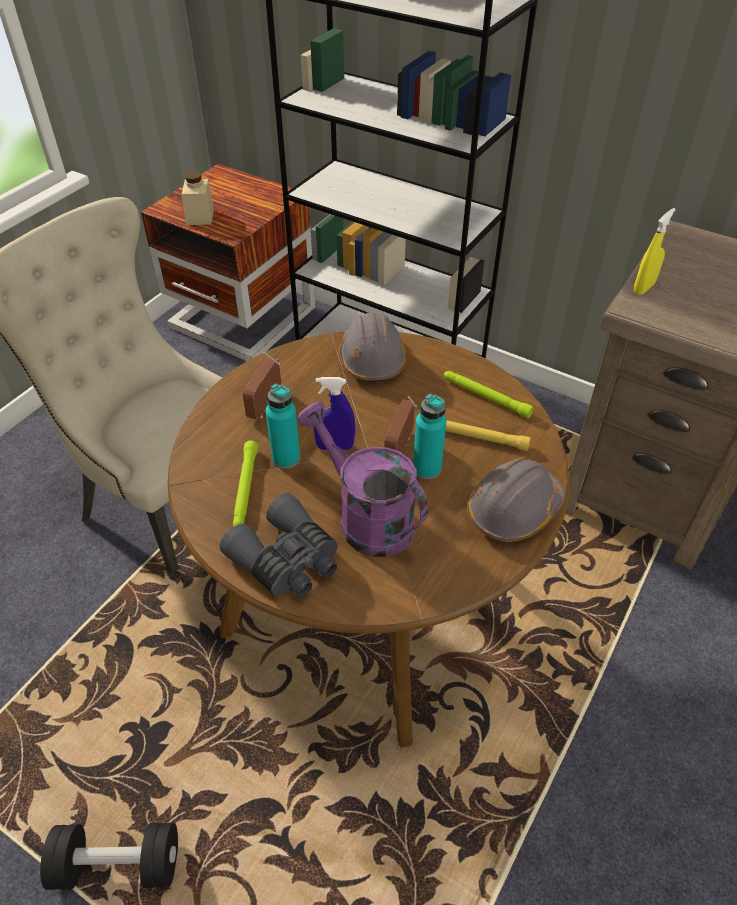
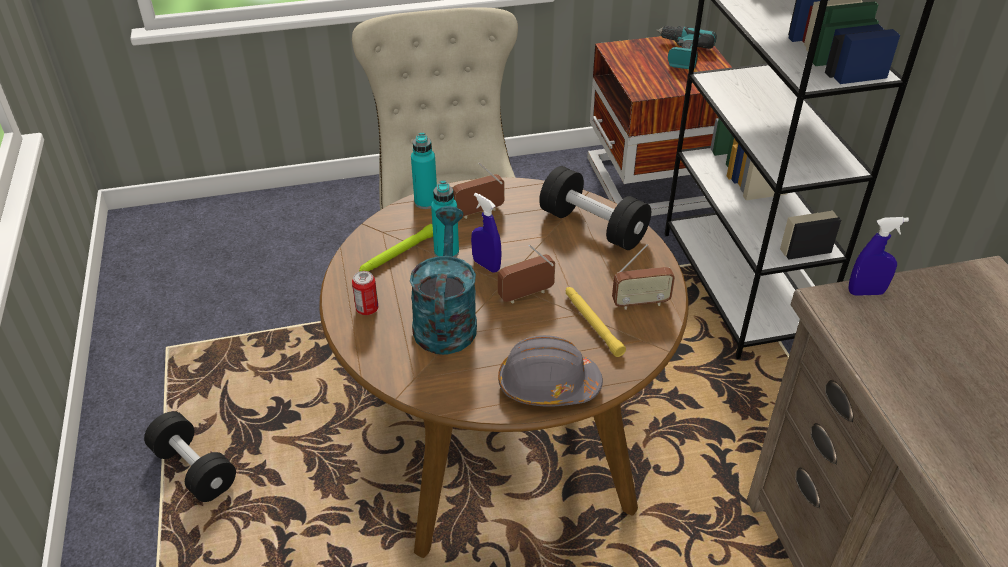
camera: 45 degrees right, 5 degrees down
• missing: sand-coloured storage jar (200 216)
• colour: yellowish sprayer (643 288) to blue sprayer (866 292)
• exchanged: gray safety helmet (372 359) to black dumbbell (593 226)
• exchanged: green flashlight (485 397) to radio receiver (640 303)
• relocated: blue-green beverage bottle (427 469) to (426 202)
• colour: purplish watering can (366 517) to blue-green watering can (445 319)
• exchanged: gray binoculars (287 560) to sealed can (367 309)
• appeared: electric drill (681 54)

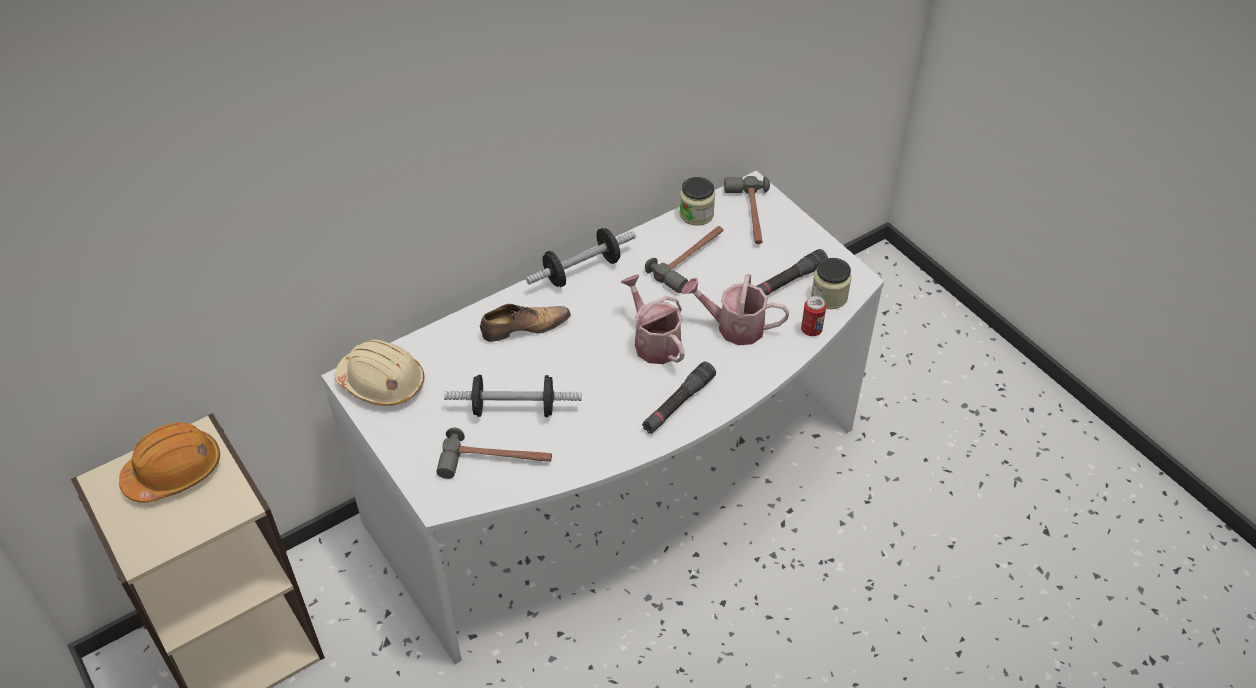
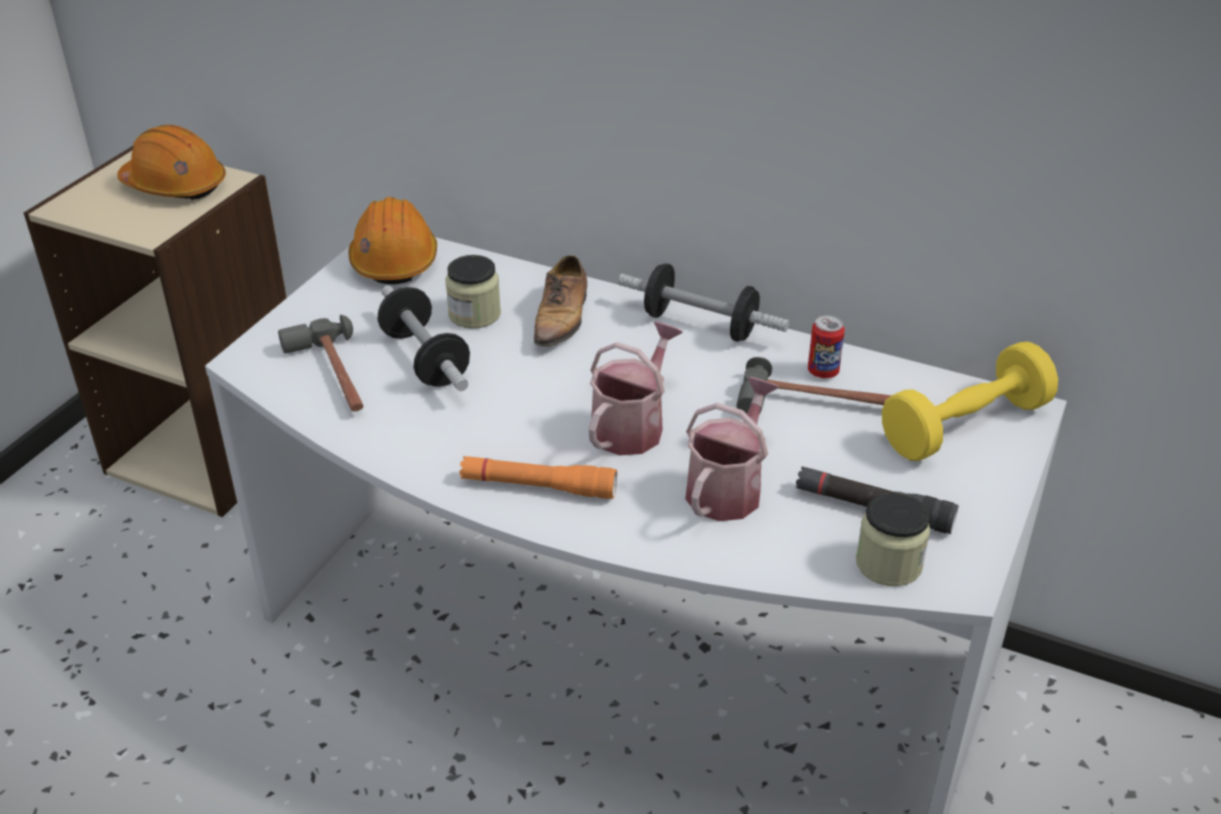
camera: 60 degrees right, 10 degrees down
• exchanged: hammer (750 216) to yellowish dumbbell (964 426)
• relocated: storage jar (696 214) to (474 314)
• spun: watering can (733 327) = (728 487) 45 degrees clockwise
• relocated: sealed can (811 330) to (823 372)
• spun: low shoe (523 328) = (561 318) 60 degrees clockwise
• colour: sand-coloured safety helmet (382 383) to orange safety helmet (394 260)
• colour: black flashlight (678 404) to orange flashlight (538 487)

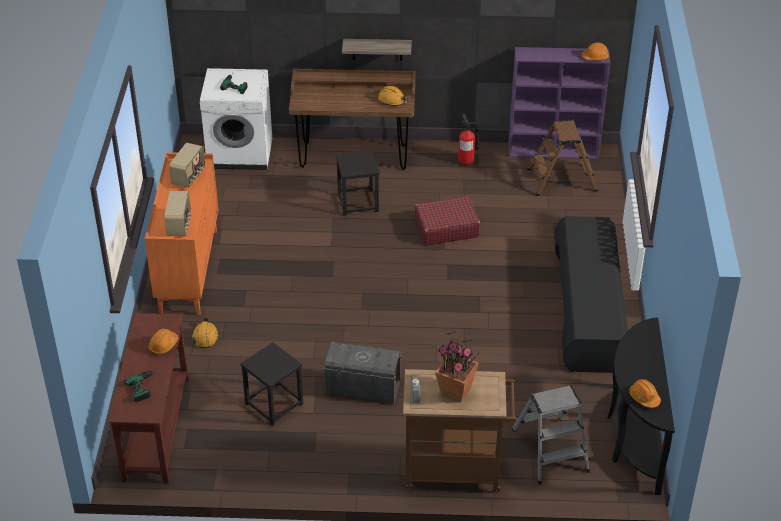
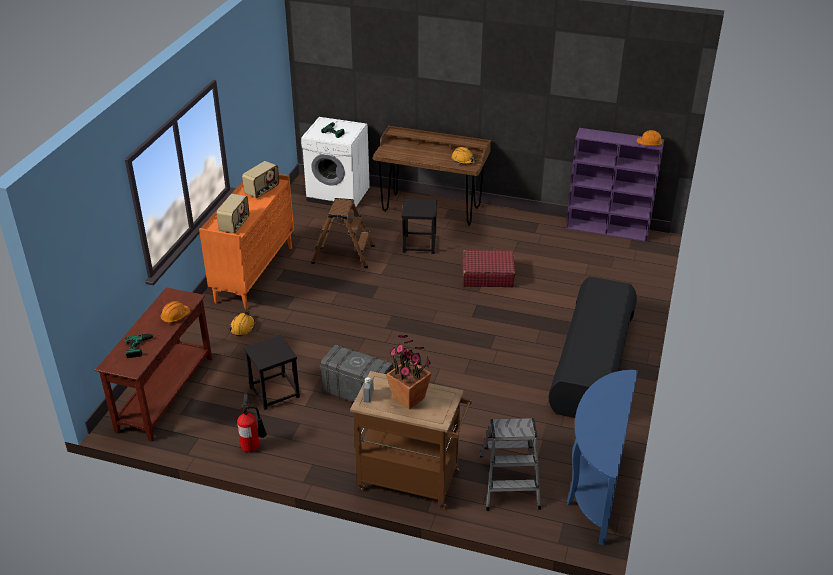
camera: 15 degrees right, 5 degrees down
• missing: bracket shelf (377 49)
• relocated: fire-fighting cylinder (468 160) to (253 446)
• relocated: brownish step stool (562 180) to (343 254)
• colour: black console table (633 438) to blue console table (595 486)
• missing: orange safety helmet (644 397)

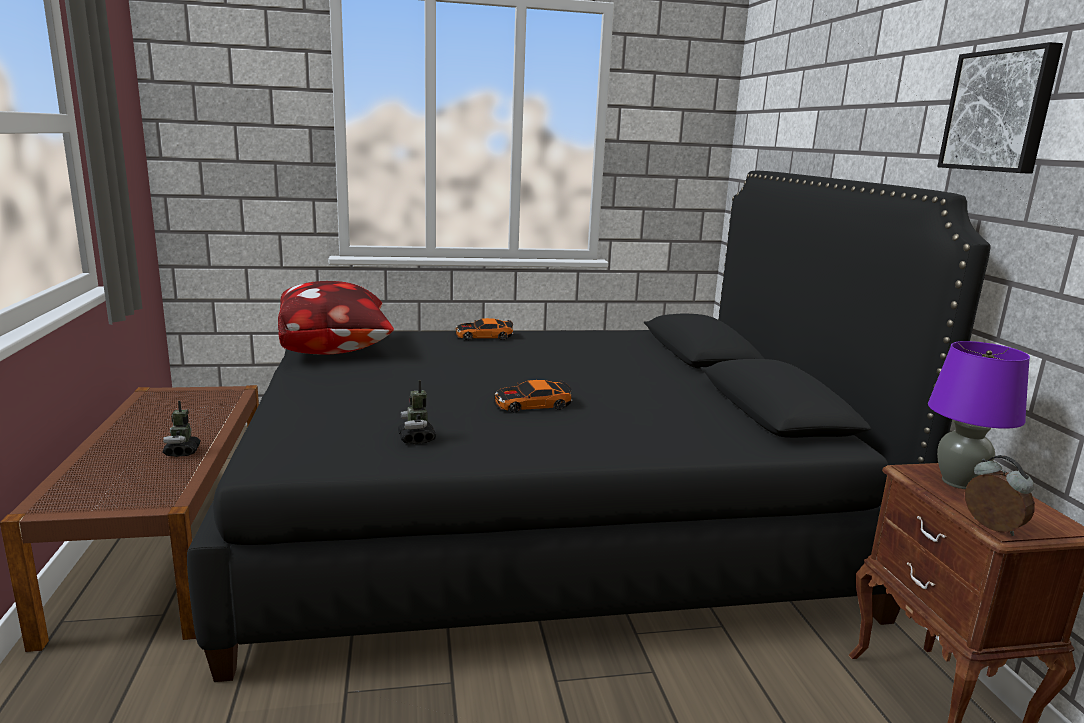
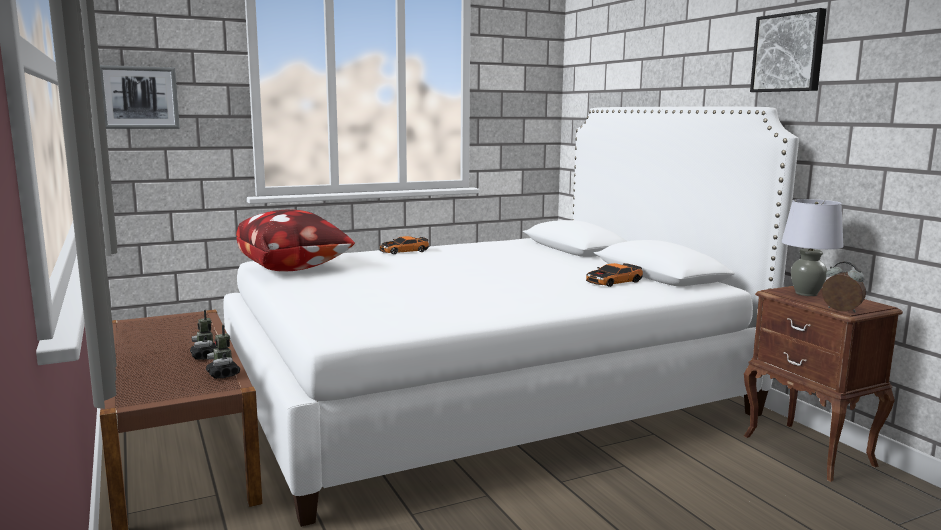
camera: 15 degrees left, 5 degrees down
• colour: black bedroom bed (543 524) to white-coloured bedroom bed (484 394)
• colour: purplish tabletop lamp (958 482) to gray tabletop lamp (806 293)
• relocated: toy robot (417 439) to (223 374)
• relocated: toy car (532 404) to (614 281)
• appeared: wall picture (139 97)

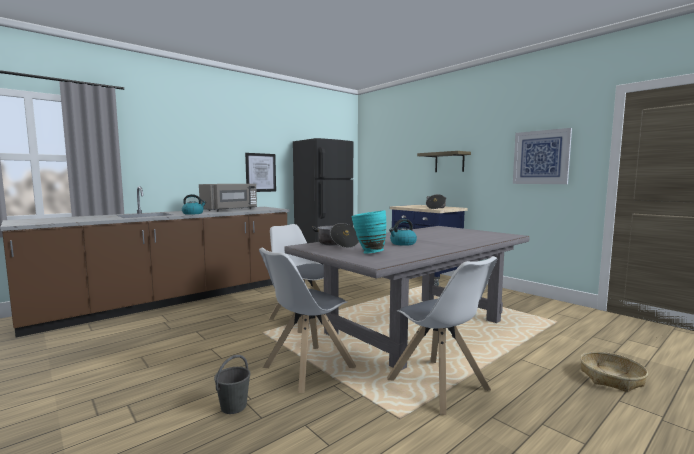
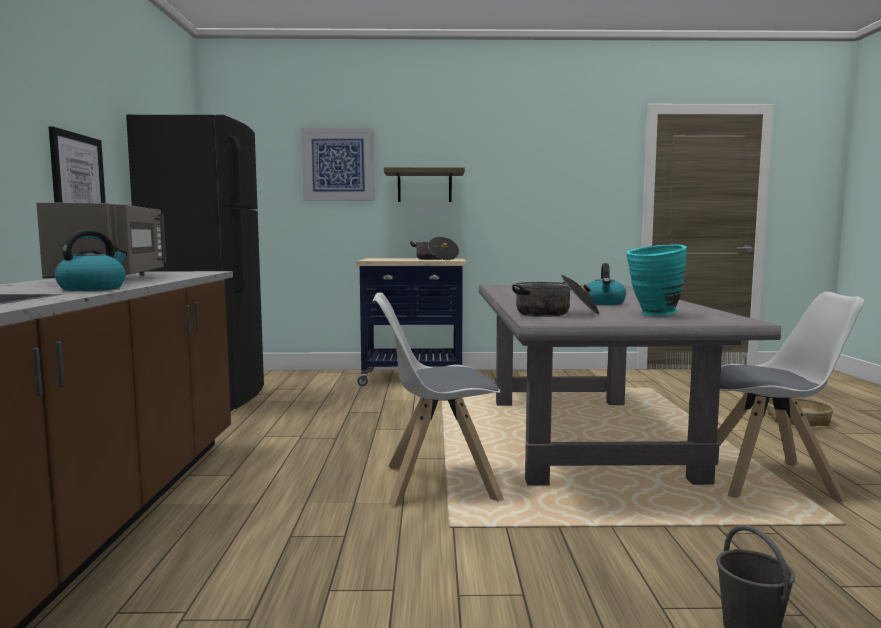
camera: 50 degrees left, 0 degrees up
• relocated: wall picture (541 157) to (338 165)
• missing: upright chair (306 368)

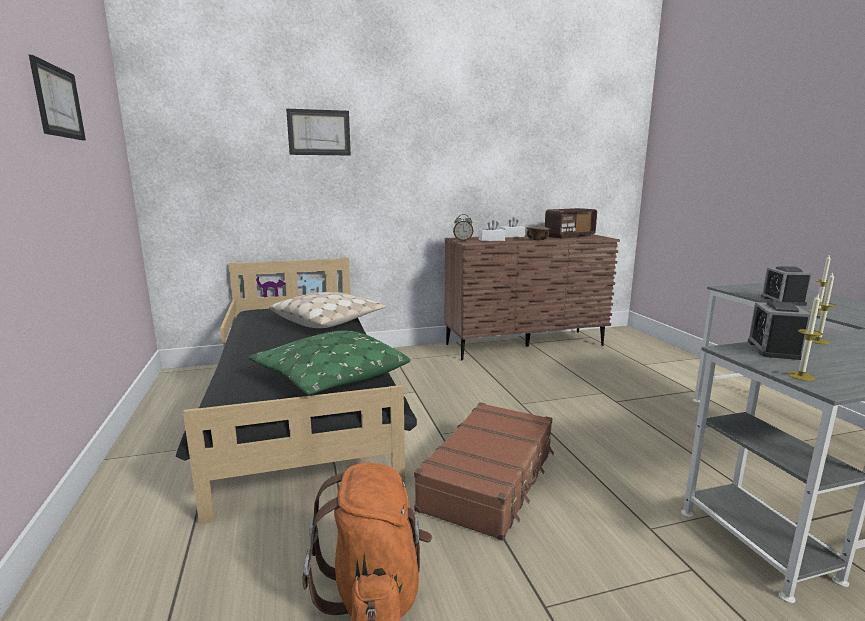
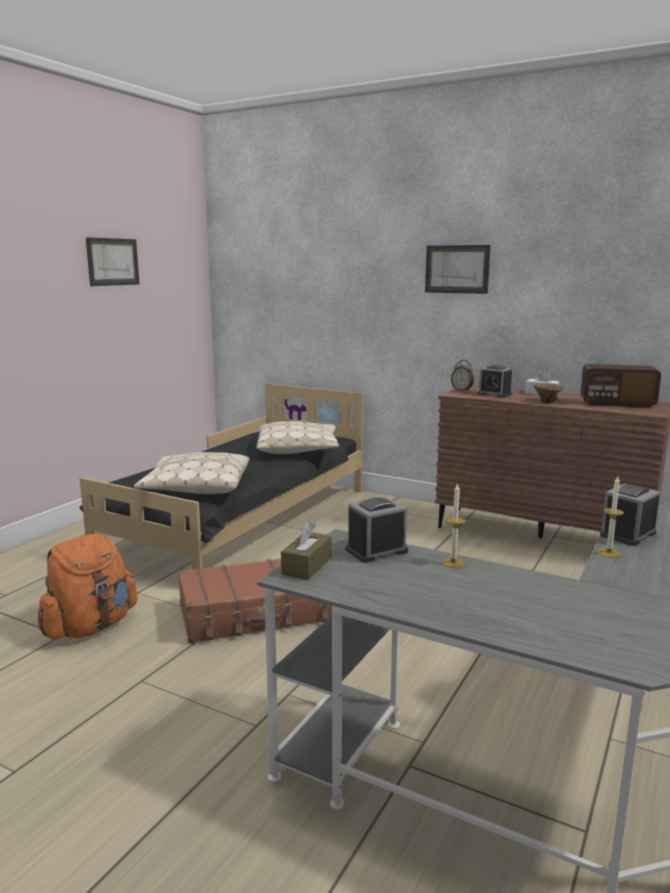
camera: 45 degrees right, 0 degrees up
• relocated: wall picture (319 132) to (457 269)
• exchanged: white-coloured box of tissues (491 240) to table clock (494 394)
• exchanged: wax light (800 376) to brownish box of tissues (307 566)
• colour: green throw pillow (329 377) to sand-coloured throw pillow (196 487)

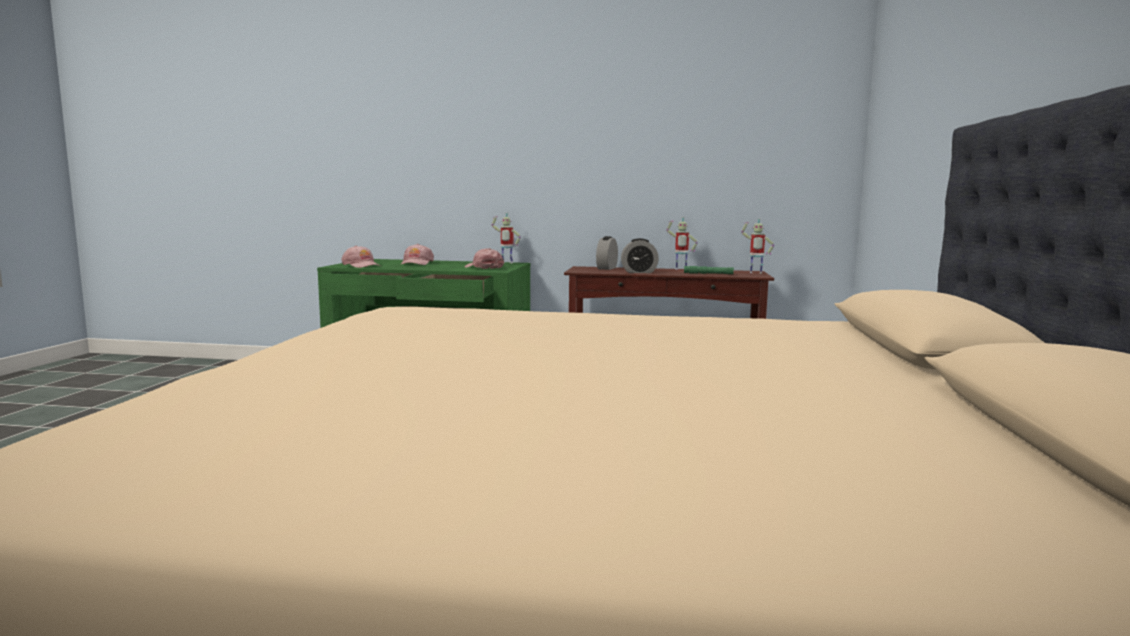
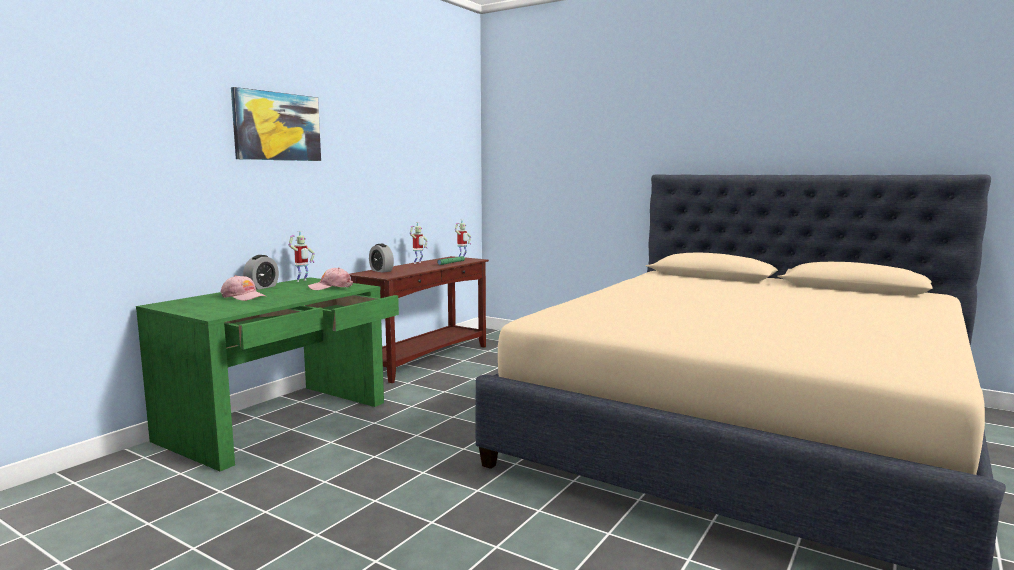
camera: 65 degrees left, 0 degrees up
• relocated: table clock (639 272) to (262 287)
• missing: pinkish peaked cap (361 266)
• appeared: wall picture (277 126)

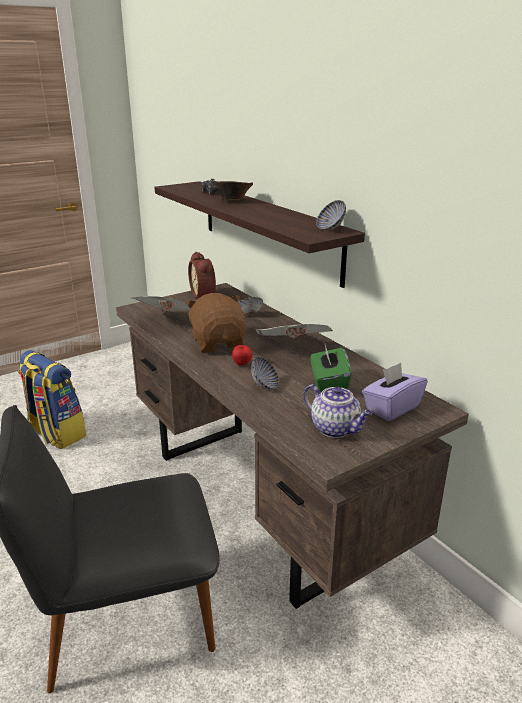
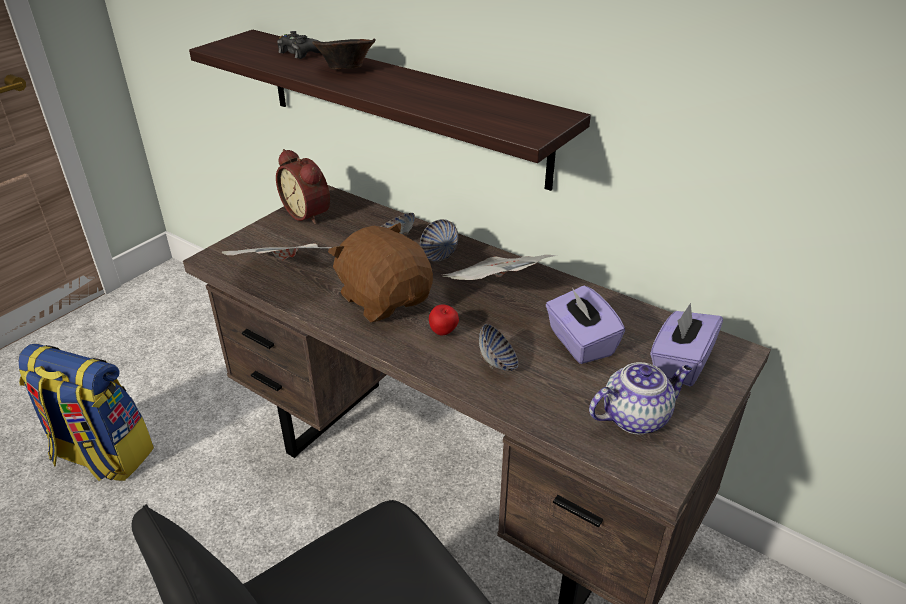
camera: 20 degrees left, 10 degrees up
• relocated: bowl (330 228) to (439 254)
• colour: green box of tissues (328 385) to purplish box of tissues (580 343)
• spun: pot for tea (336 429) = (636 417) 45 degrees counterclockwise

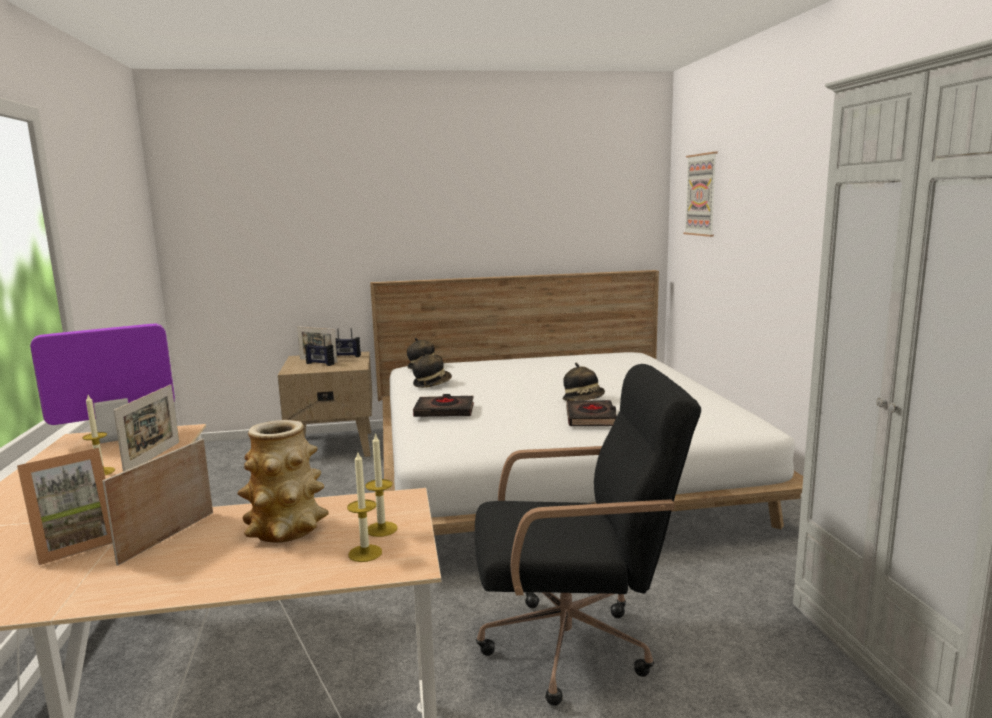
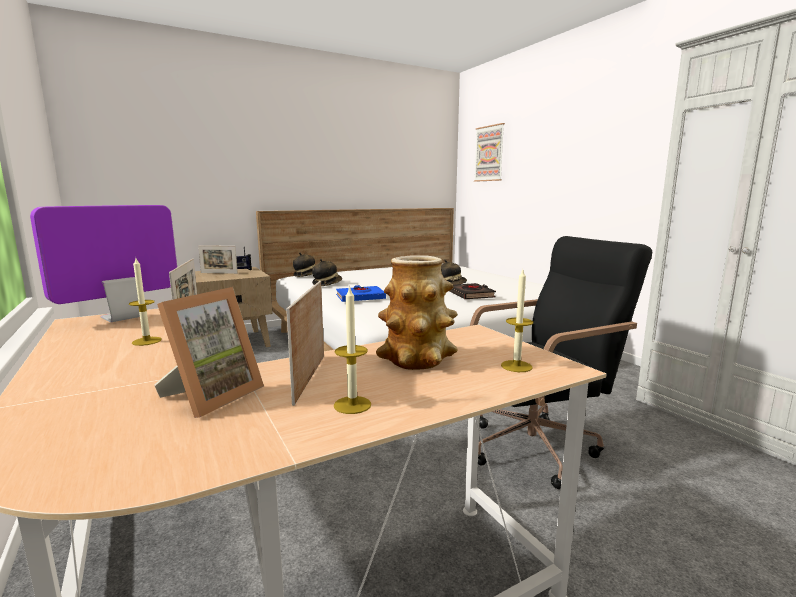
camera: 20 degrees left, 0 degrees up
• missing: radio receiver (320 364)
• colour: black volume (444 411) to blue volume (360 297)
• relocated: wax light (381 529) to (352 405)

